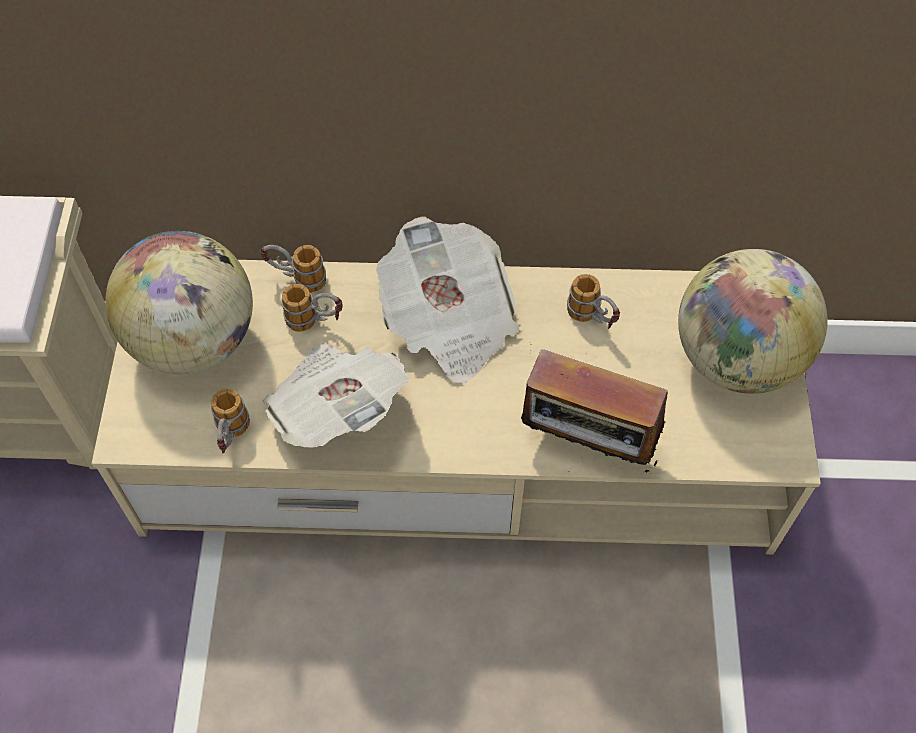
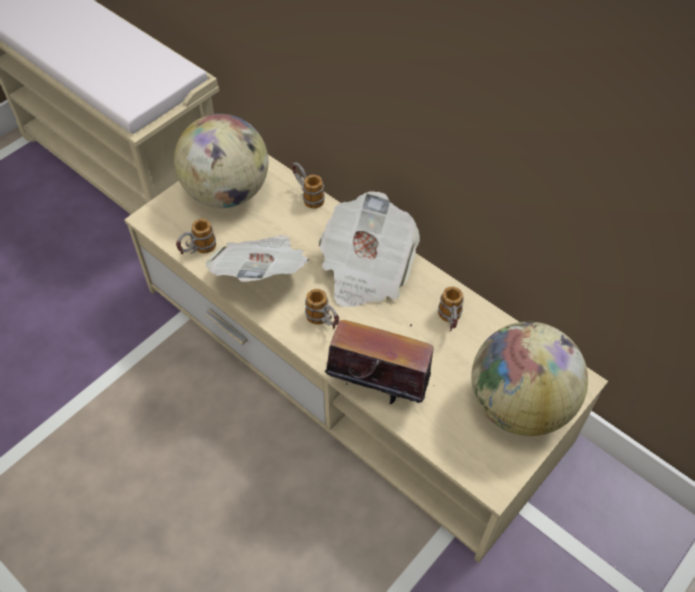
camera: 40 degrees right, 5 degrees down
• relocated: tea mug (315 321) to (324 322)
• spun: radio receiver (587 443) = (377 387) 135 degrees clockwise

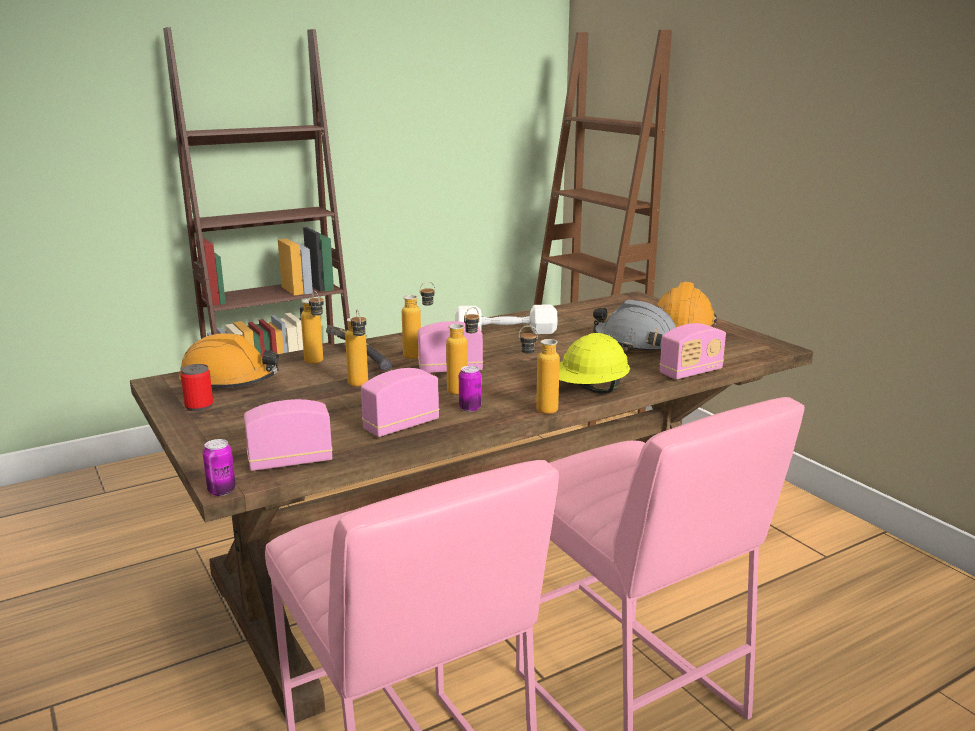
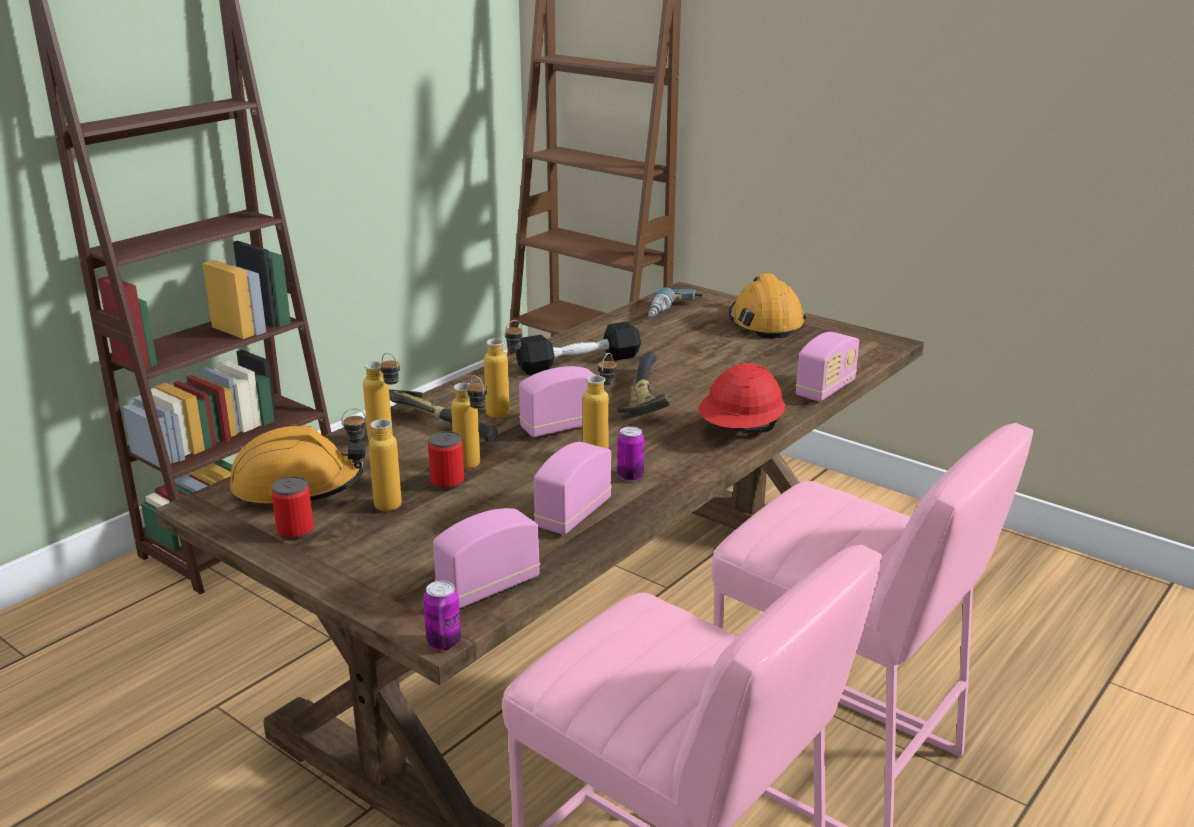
camera: 20 degrees left, 5 degrees up
• missing: gray safety helmet (635 343)
• colour: white-coloured dumbbell (505 332) to black dumbbell (578 362)
• relocated: beverage bottle (537 410) to (376 507)
• colour: yellowish safety helmet (590 391) to reddish safety helmet (741 431)
• appeared: electric drill (673 312)
• appeared: hammer (642 398)
• appeared: sealed can (447 483)

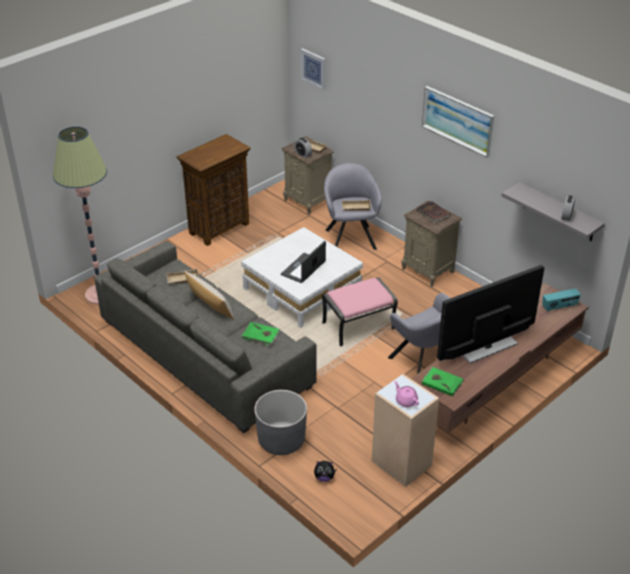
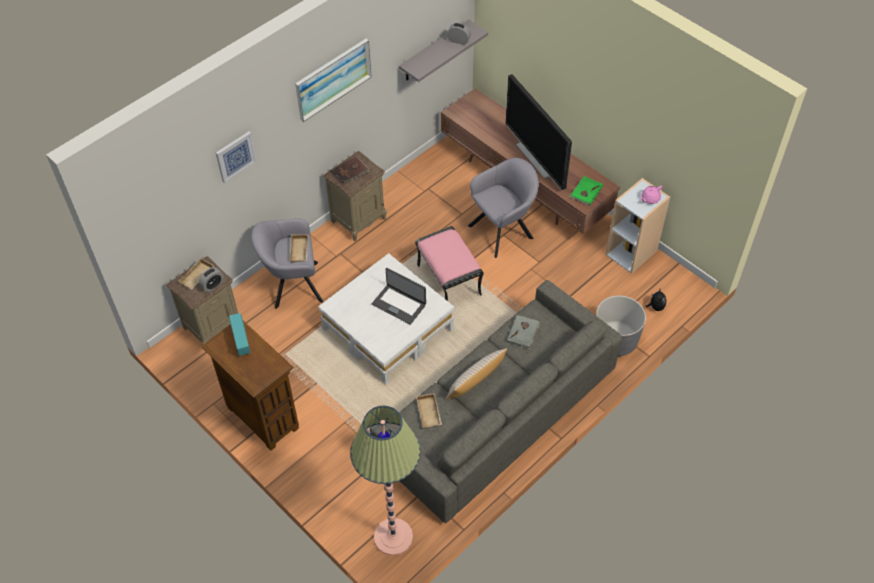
camera: 90 degrees left, 15 degrees up
• relocated: wall picture (313 68) to (235 156)
• relocated: radio receiver (559 307) to (241 340)
• colour: green volume (261 335) to gray volume (523 333)

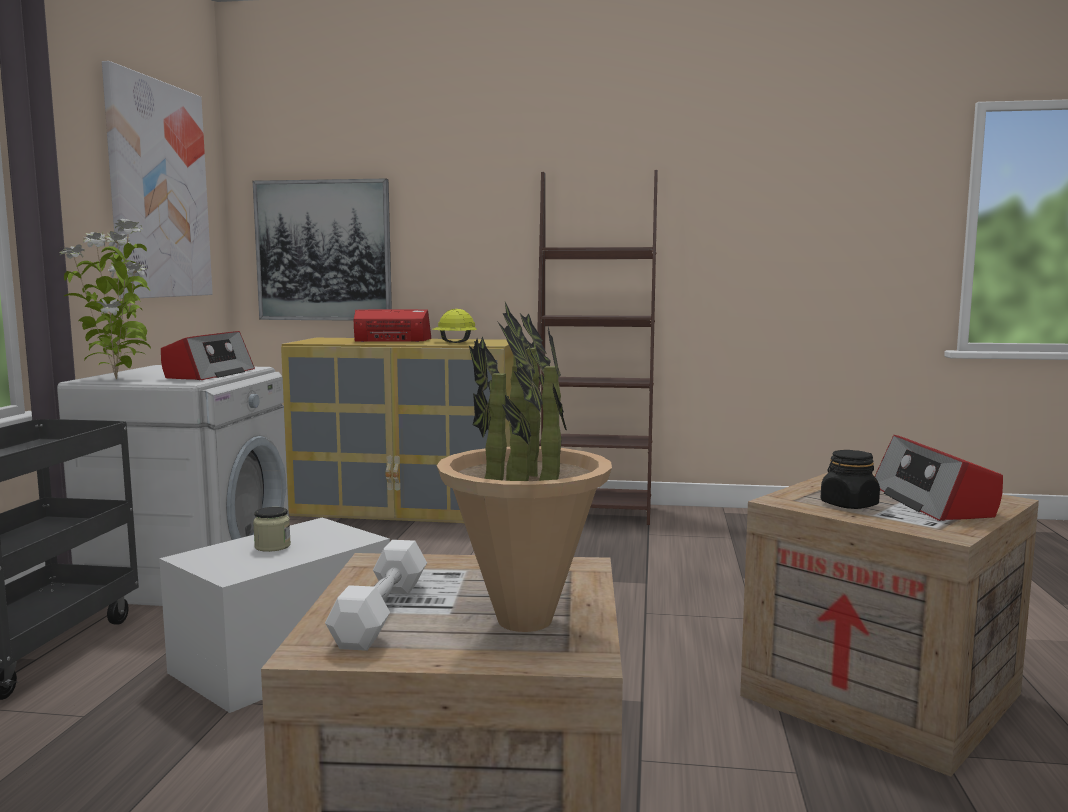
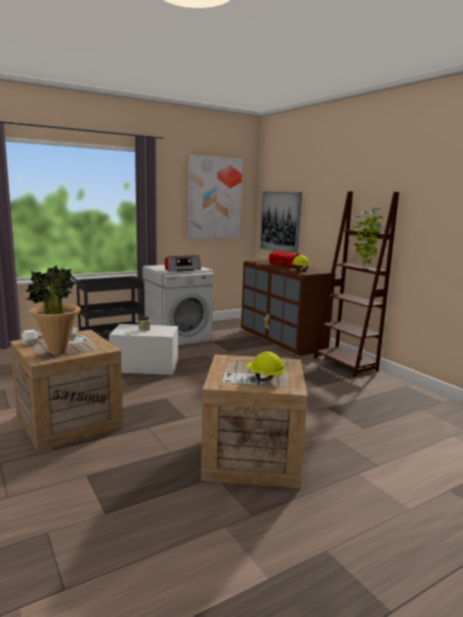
camera: 50 degrees right, 5 degrees up
• relocated: potted plant (117 379) to (363 268)
• colour: yellowish cabinet (408 509) to brownish cabinet (281 339)
• exchanged: radio receiver (932 502) to yellowish safety helmet (264 378)
• missing: black storage jar (849 505)

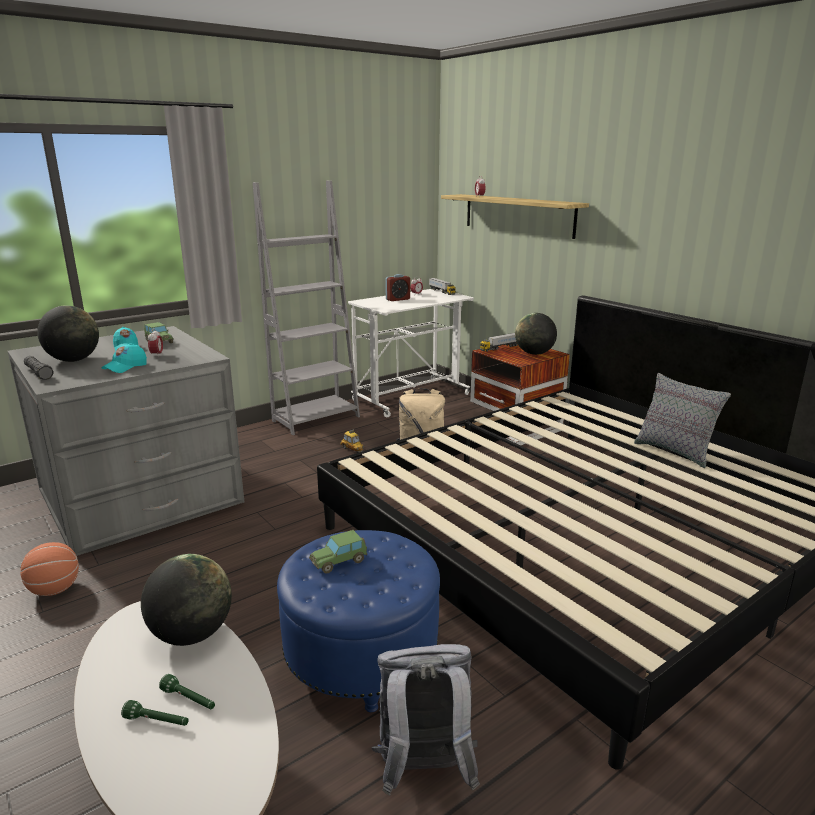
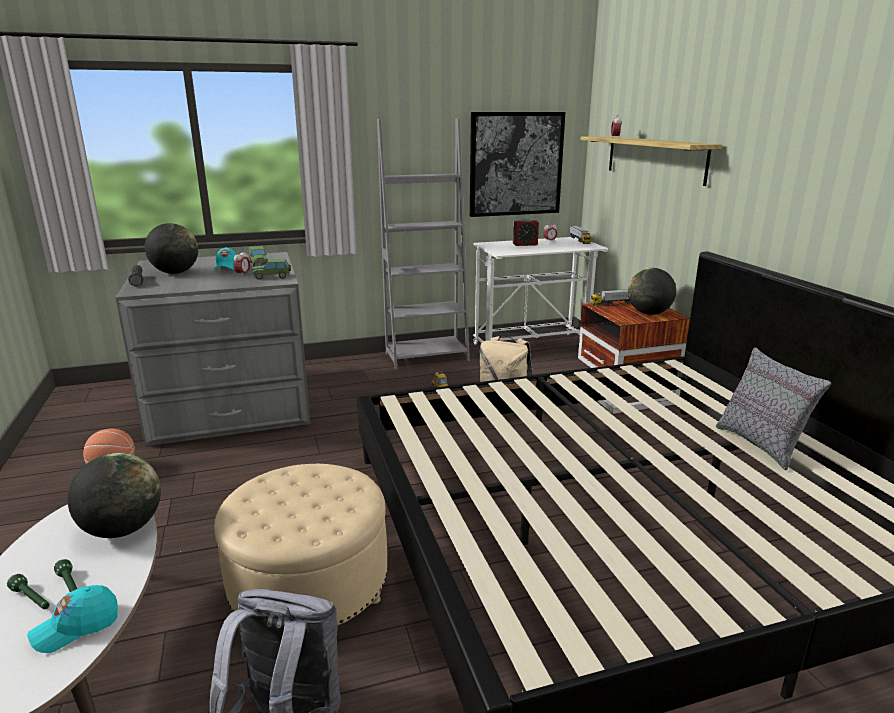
camera: 20 degrees right, 0 degrees up
• relocated: blue-green peaked cap (125 367) to (76 627)
• colour: blue ottoman (361 657) to sand-coloured ottoman (310 594)
• relocated: toy car (339 561) to (272 277)
• appeared: wall picture (516 164)

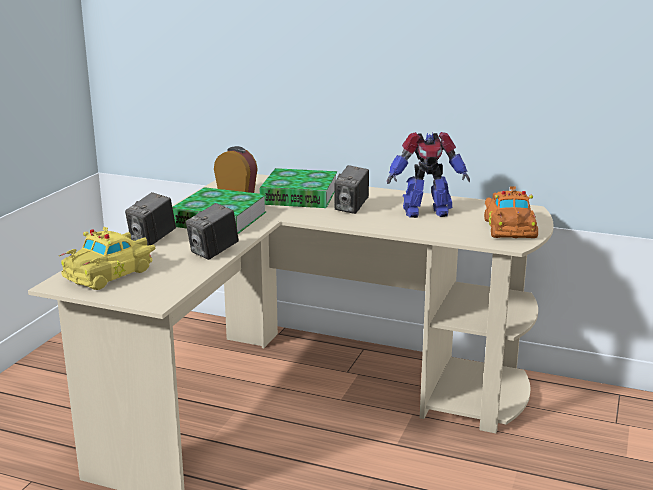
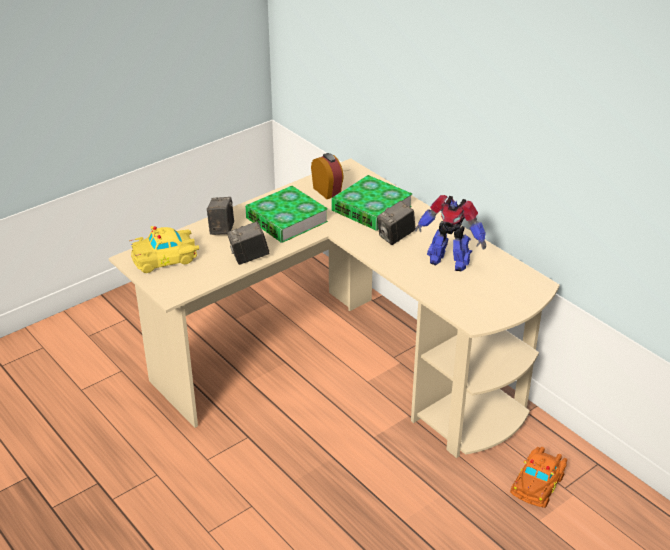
camera: 30 degrees right, 15 degrees up
• relocated: orange toy car (510 227) to (539 483)
• spun: still camera (152 240) = (221 230) 120 degrees clockwise

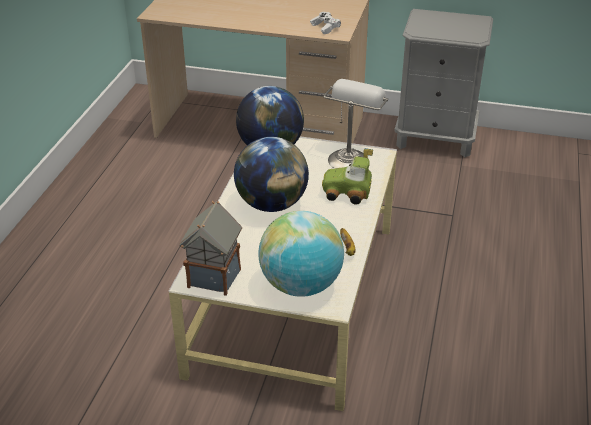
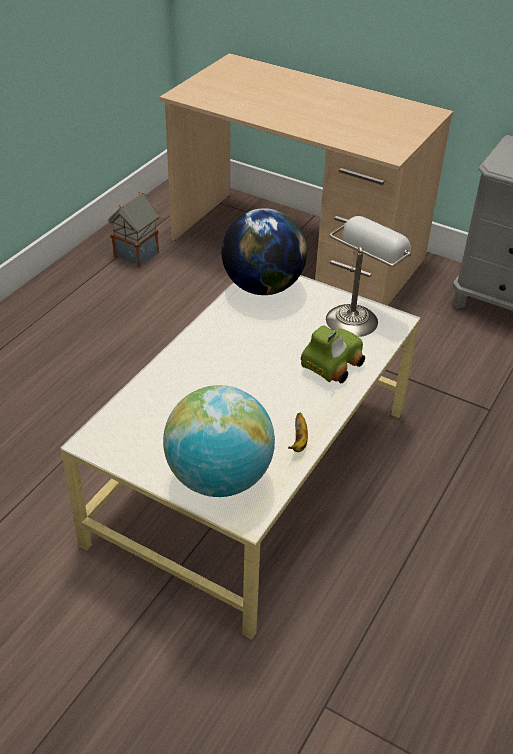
camera: 15 degrees right, 5 degrees up
• missing: white-coloured gamepad (325 28)
• missing: world globe (272 204)
• spun: toy car (347 193) = (331 364) 105 degrees clockwise
• relocated: miniature house (214 277) to (136 254)

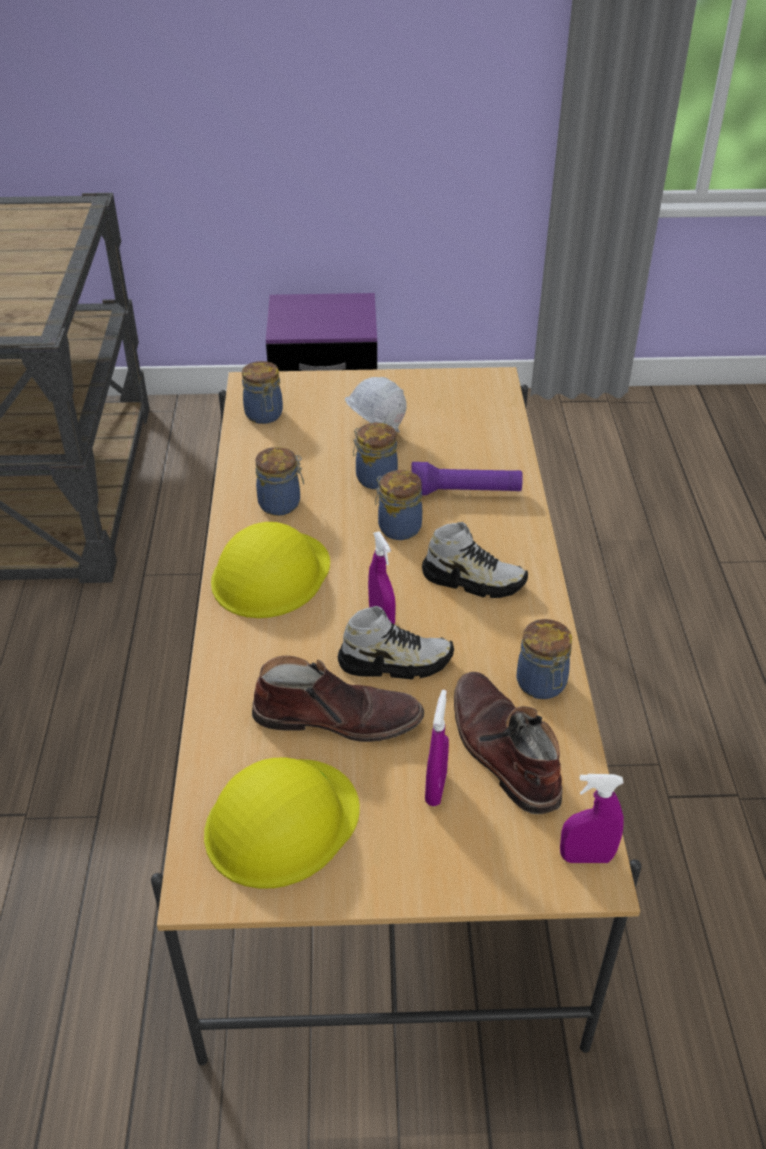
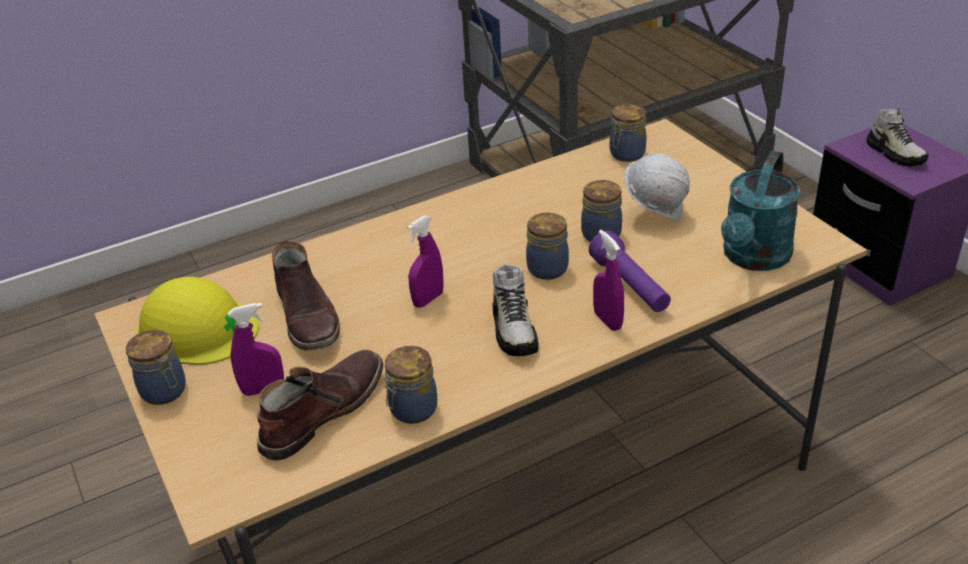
camera: 65 degrees right, 5 degrees down
• relocated: storage jar (281 504) to (165 392)
• missing: yellowish safety helmet (270 574)
• relocated: low shoe (395 663) to (895 154)
• relocated: purplish sprayer (586 857) to (607 320)
• appeared: blue-green watering can (753 258)

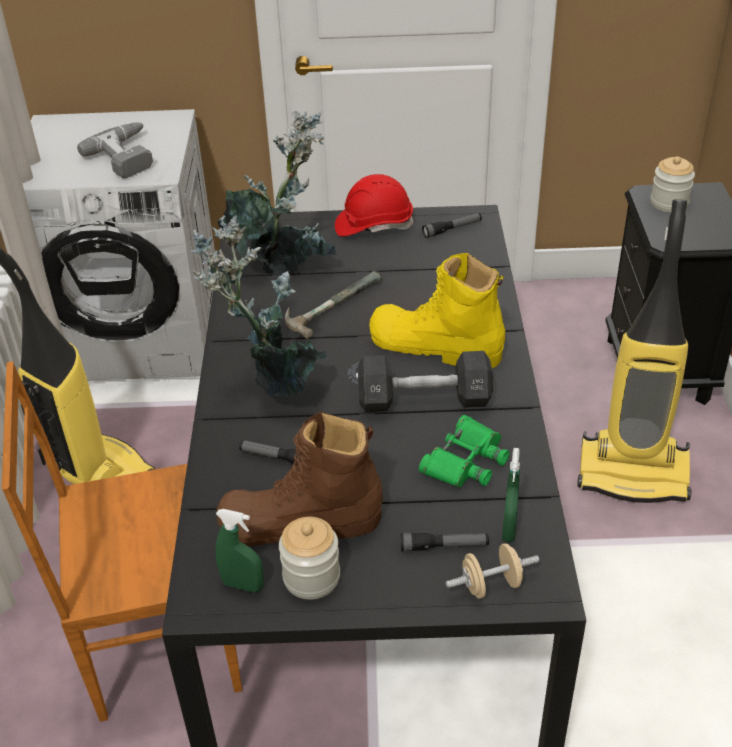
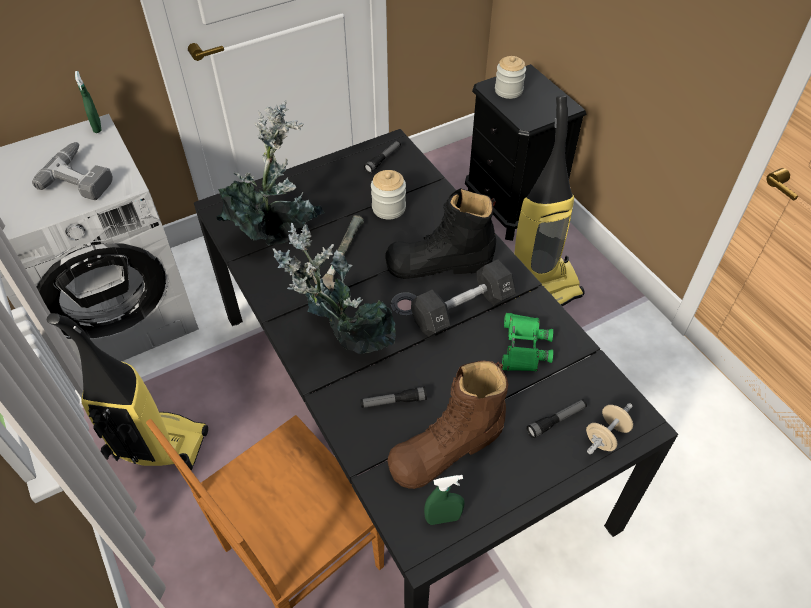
camera: 30 degrees left, 10 degrees up
• missing: reddish safety helmet (373 225)
• colour: yellowish boot (435 347) to black boot (439 263)
• relocated: green sprayer (509 529) to (97 127)
• relocated: storage jar (311 577) to (388 208)

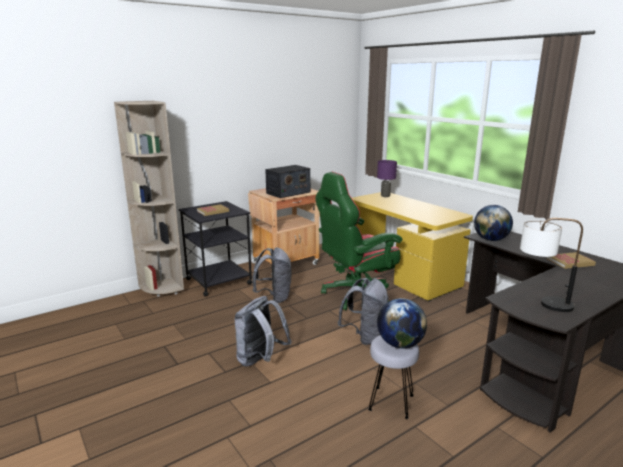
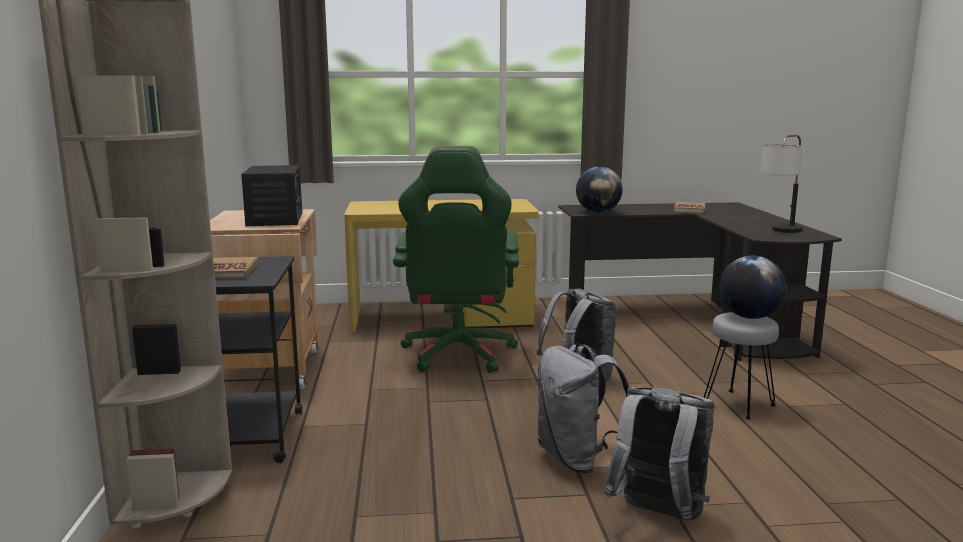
camera: 60 degrees left, 5 degrees down
• missing: purplish tabletop lamp (385 196)
• relocated: gray knapsack (274 297) to (657 515)

